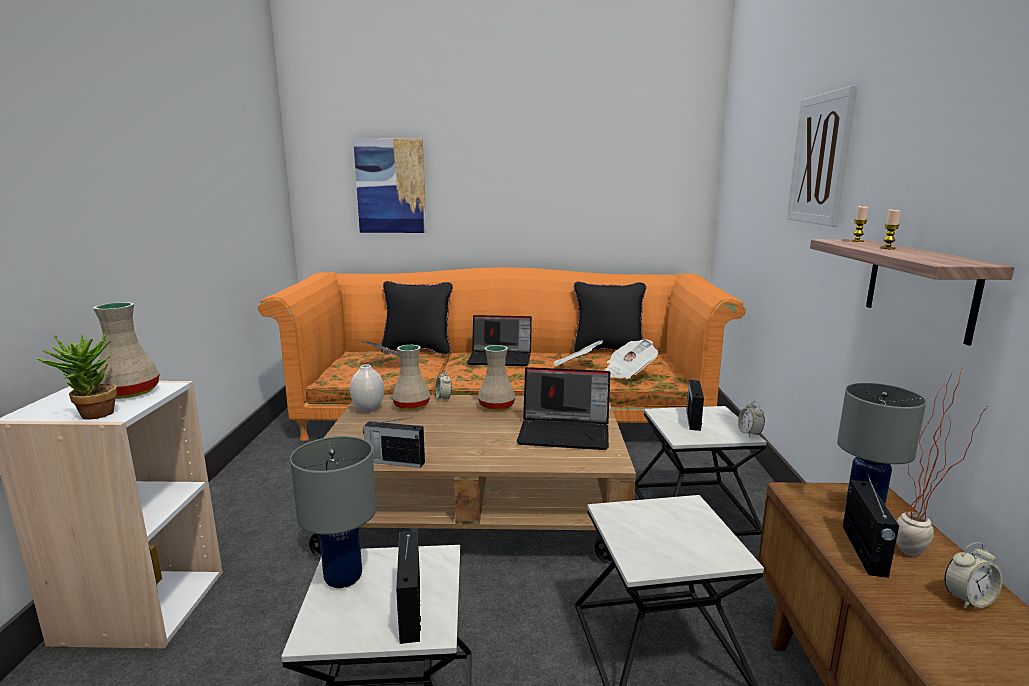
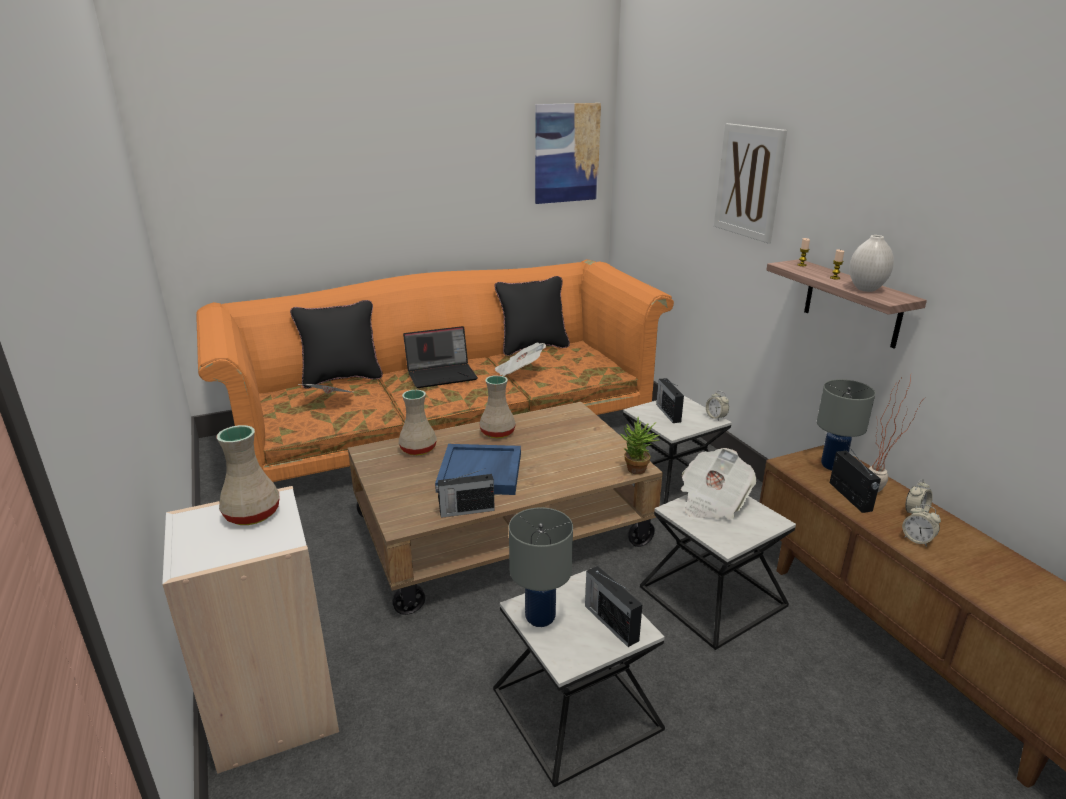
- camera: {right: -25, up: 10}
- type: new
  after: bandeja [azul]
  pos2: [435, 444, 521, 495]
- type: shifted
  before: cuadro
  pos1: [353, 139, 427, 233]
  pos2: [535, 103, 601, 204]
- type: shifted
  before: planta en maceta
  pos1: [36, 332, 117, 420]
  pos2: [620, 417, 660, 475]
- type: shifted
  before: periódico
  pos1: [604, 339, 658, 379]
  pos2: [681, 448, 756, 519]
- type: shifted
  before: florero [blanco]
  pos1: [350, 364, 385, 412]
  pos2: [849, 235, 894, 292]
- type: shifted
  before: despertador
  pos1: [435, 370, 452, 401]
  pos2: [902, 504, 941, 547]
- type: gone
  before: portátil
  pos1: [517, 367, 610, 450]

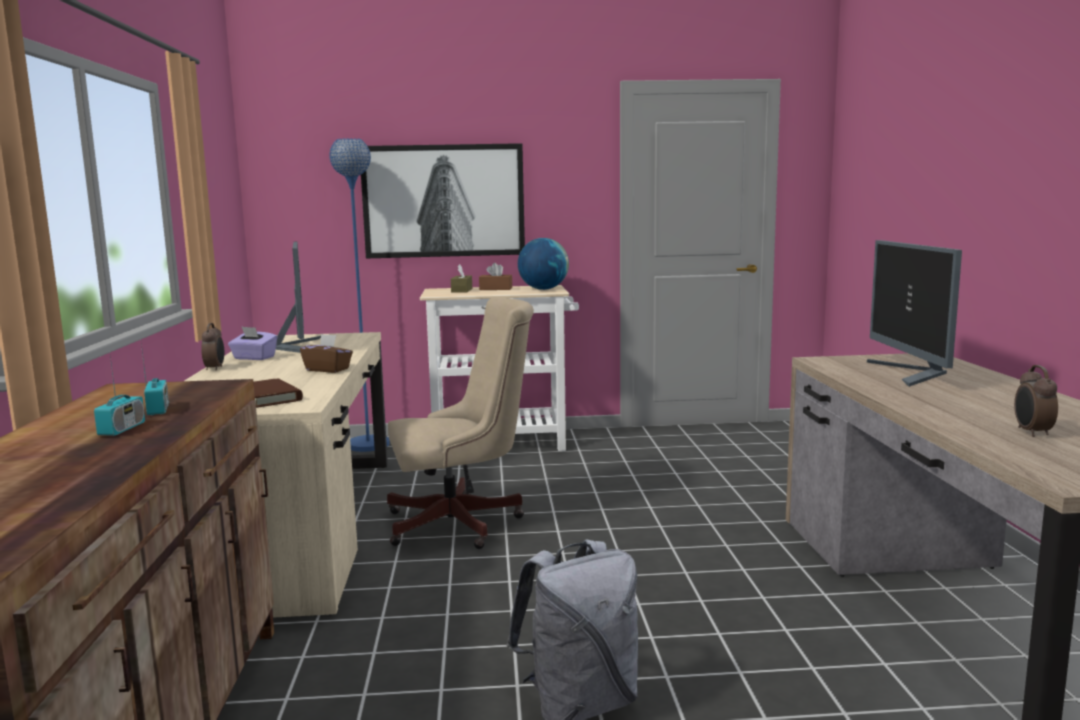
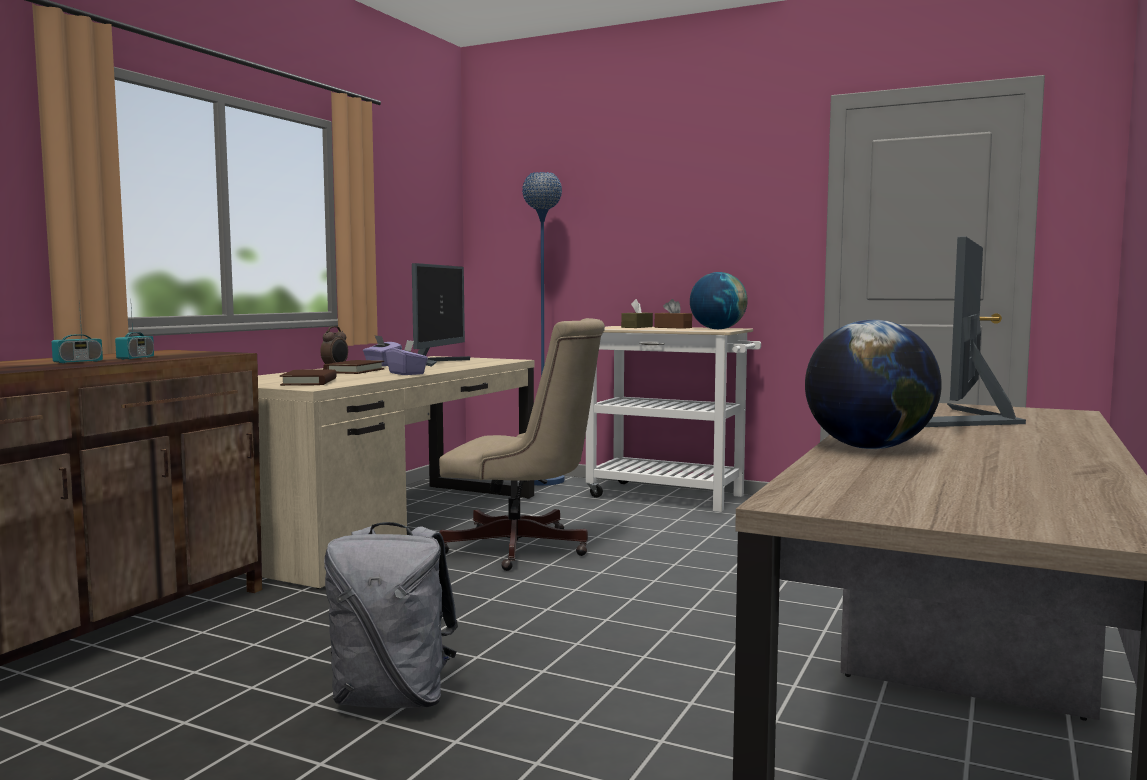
- camera: {right: 30, up: -5}
- type: new
  after: libro [marrón]
  pos2: [323, 360, 384, 374]
- type: repainted
  before: caja de pañuelos [marrón]
  after: caja de pañuelos [morado]
  pos1: [300, 334, 353, 373]
  pos2: [386, 340, 428, 375]
- type: new
  after: globo terráqueo
  pos2: [805, 320, 942, 449]
- type: gone
  before: cuadro
  pos1: [361, 143, 525, 258]
- type: gone
  before: despertador
  pos1: [1014, 365, 1058, 437]

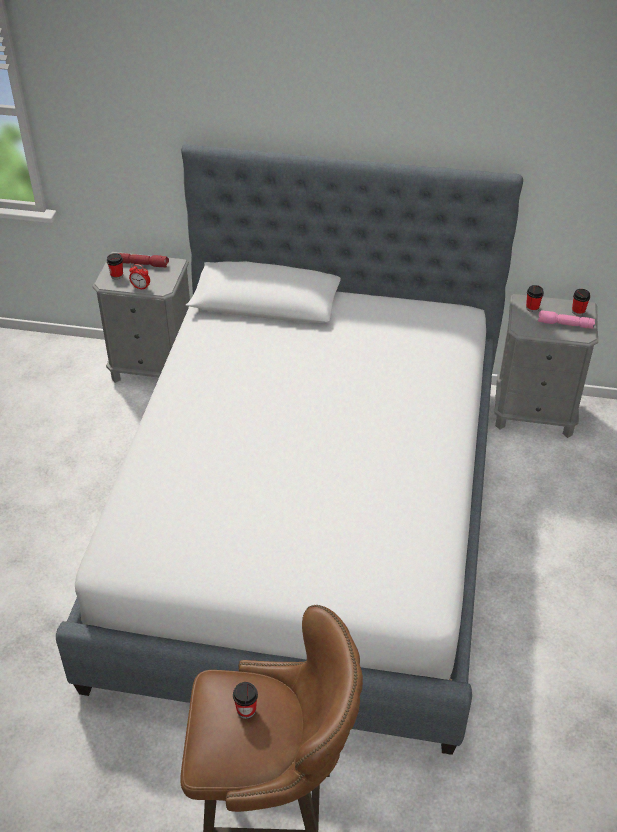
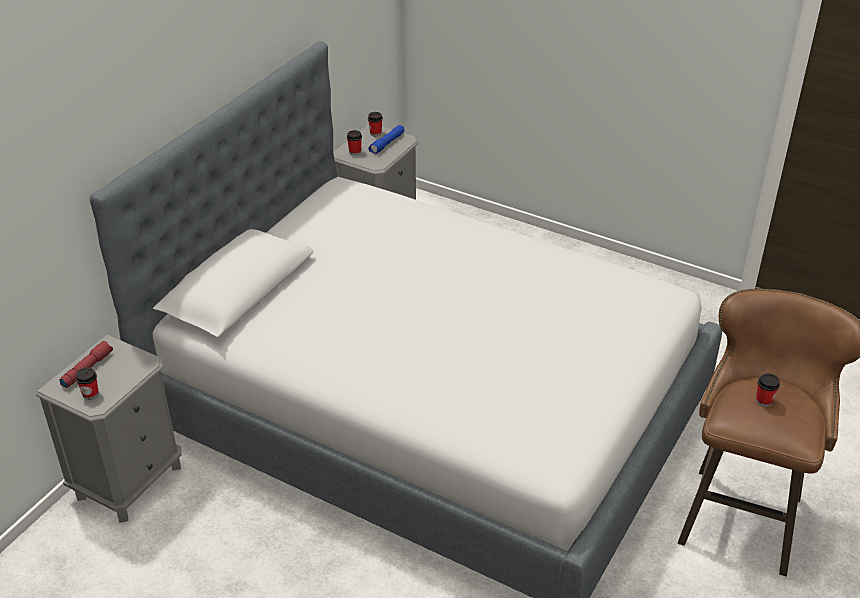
- camera: {right: -70, up: -5}
- type: repainted
  before: linterna [rosa]
  after: linterna [azul]
  pos1: [538, 310, 595, 329]
  pos2: [369, 125, 404, 154]
- type: gone
  before: despertador
  pos1: [129, 264, 150, 290]

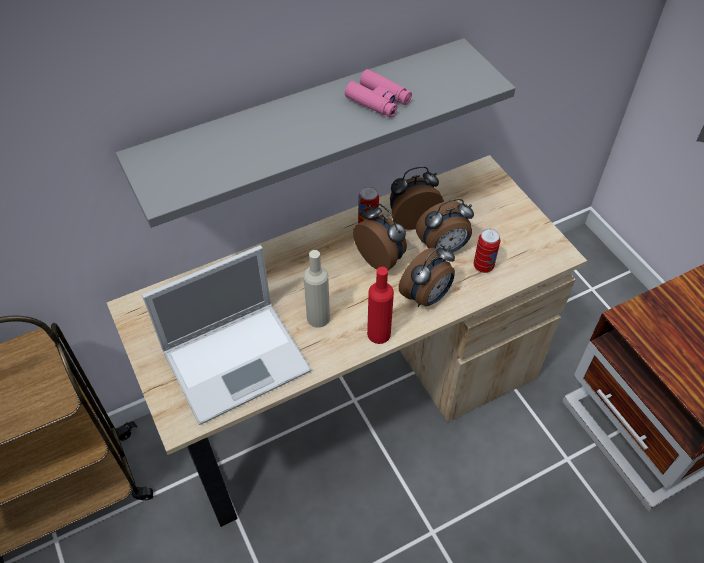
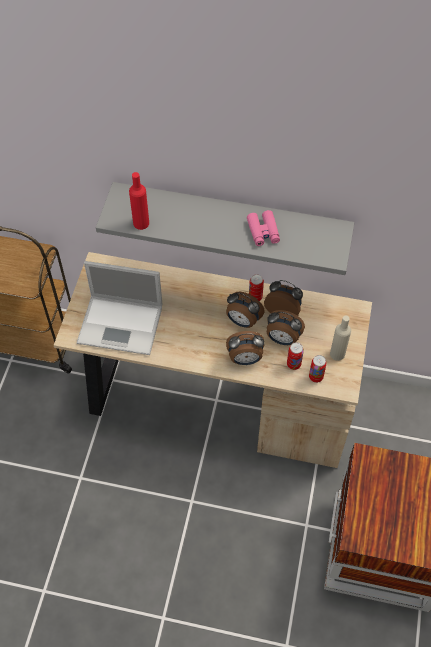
- camera: {right: 40, up: 5}
- type: shifted
  before: botella [rojo]
  pos1: [367, 267, 394, 344]
  pos2: [129, 172, 149, 230]
- type: rotated
  before: despertador
  pos1: [353, 204, 407, 270]
  pos2: [226, 292, 265, 328]
  turn: 120
- type: new
  after: lata
  pos2: [309, 355, 327, 383]
- type: shifted
  before: botella [beis]
  pos1: [303, 250, 330, 328]
  pos2: [330, 315, 351, 361]

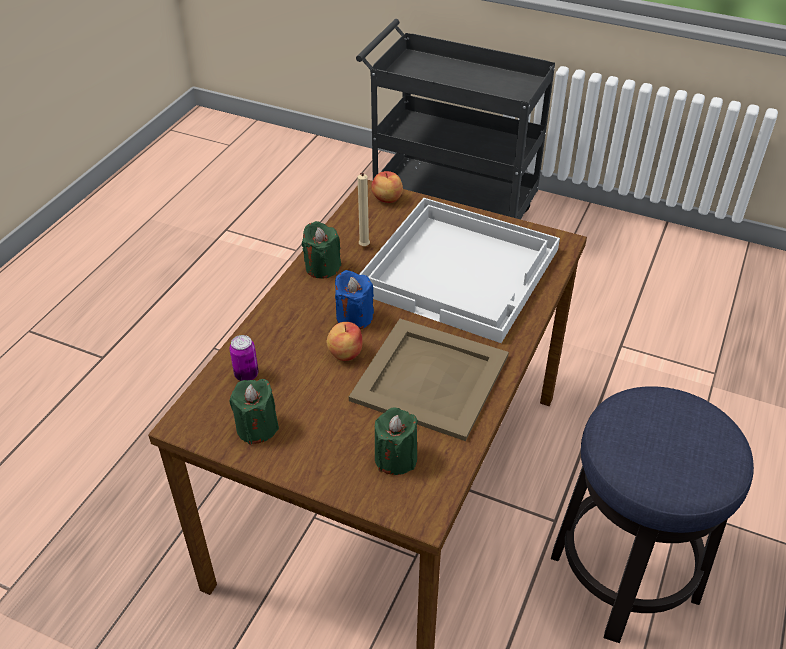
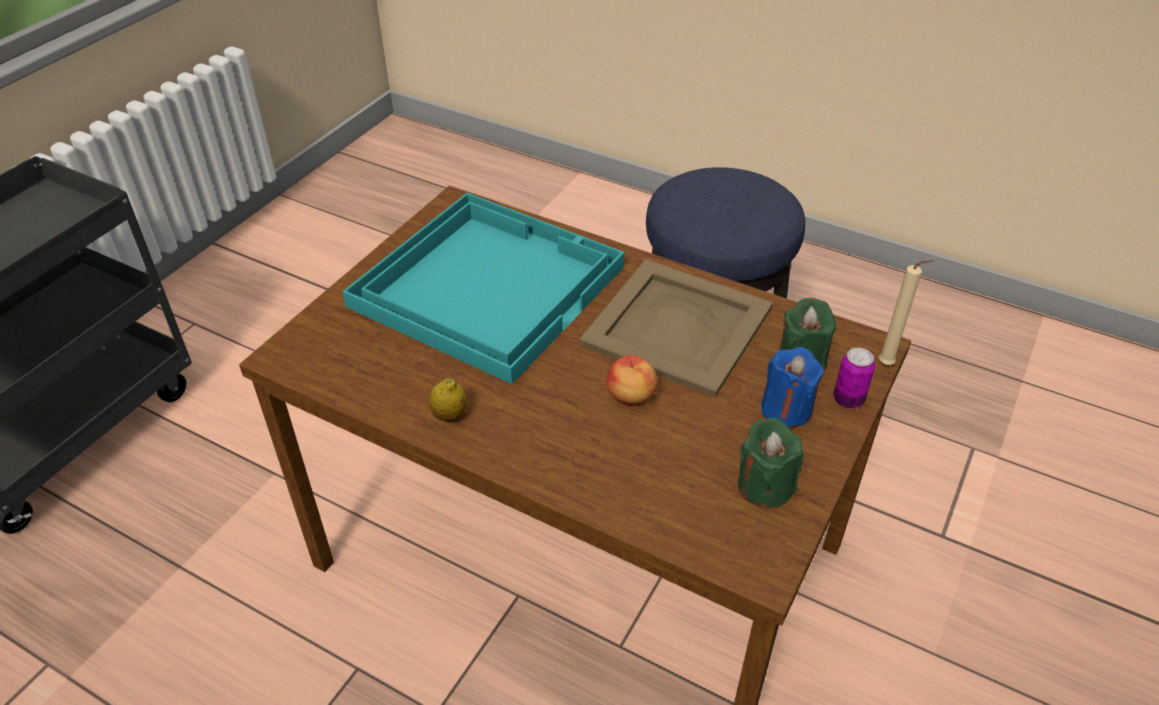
- camera: {right: -85, up: 0}
- type: repainted
  before: bandeja [blanco]
  after: bandeja [turquesa]
  pos1: [359, 198, 560, 343]
  pos2: [343, 193, 624, 384]
- type: swapped
  before: vela [verde]
  after: limón
  pos1: [302, 221, 341, 279]
  pos2: [429, 378, 467, 421]
- type: shifted
  before: vela [azul]
  pos1: [335, 270, 374, 329]
  pos2: [761, 347, 824, 427]
- type: shifted
  before: lata
  pos1: [229, 335, 258, 381]
  pos2: [834, 348, 875, 408]
- type: shifted
  before: vela [beis]
  pos1: [358, 173, 370, 247]
  pos2: [879, 260, 935, 365]
- type: gone
  before: manzana
  pos1: [371, 171, 403, 203]

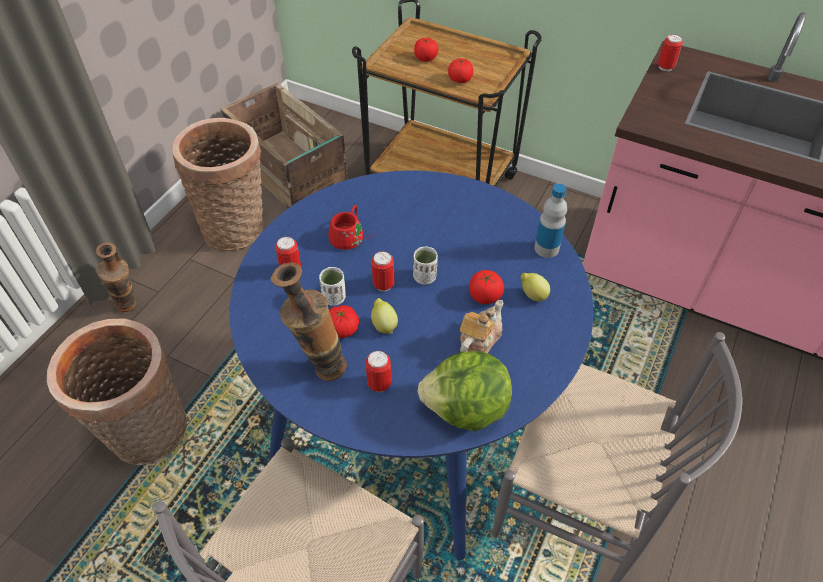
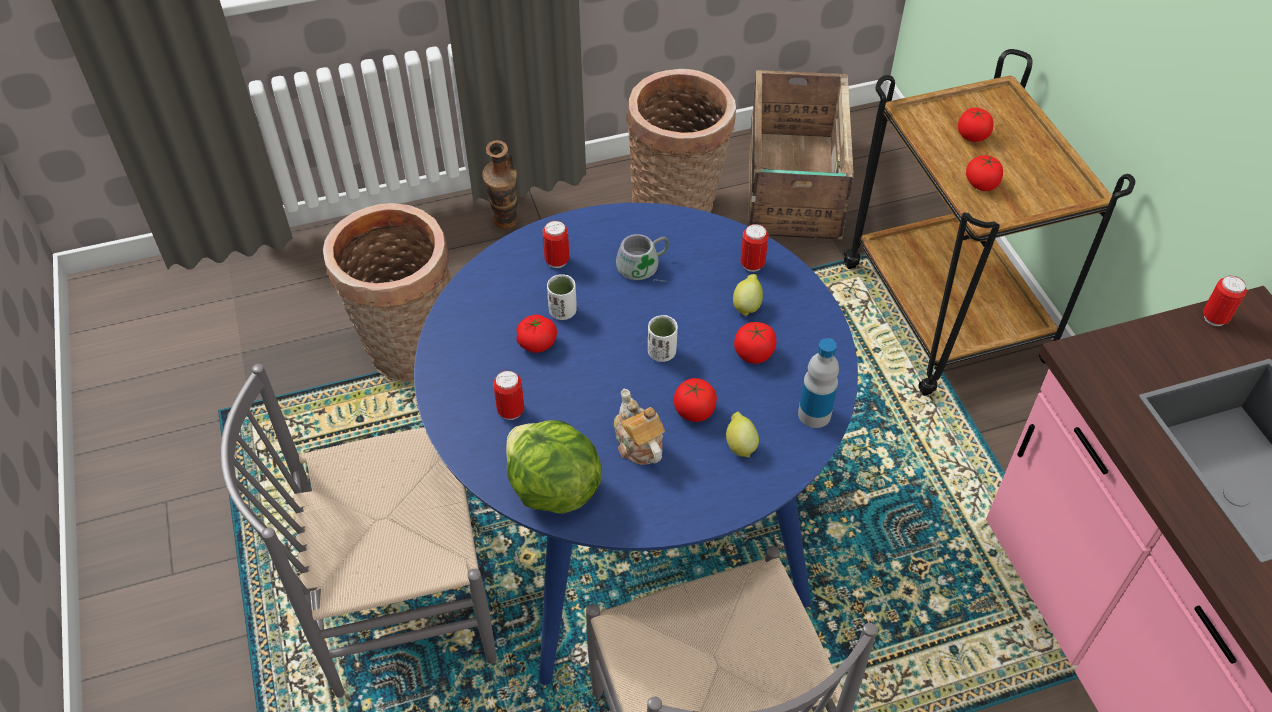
- camera: {right: 45, up: 0}
- type: rotated
  before: tetera
  pos1: [460, 300, 503, 353]
  pos2: [614, 389, 665, 465]
  turn: -105
- type: repainted
  before: taza grande [rojo]
  after: taza grande [gris]
  pos1: [328, 205, 373, 250]
  pos2: [616, 234, 669, 282]
- type: shifted
  before: limón
  pos1: [371, 298, 398, 334]
  pos2: [733, 274, 763, 317]
- type: new
  after: tomate
  pos2: [734, 322, 776, 364]
- type: shifted
  before: lata
  pos1: [371, 251, 394, 291]
  pos2: [740, 224, 769, 272]
- type: gone
  before: florero
  pos1: [270, 262, 347, 381]

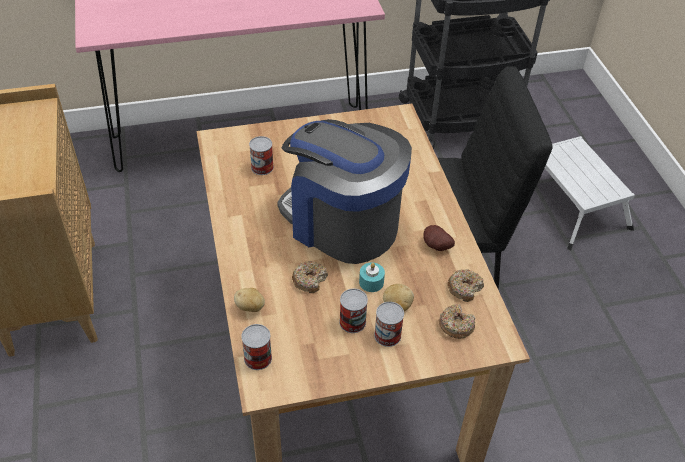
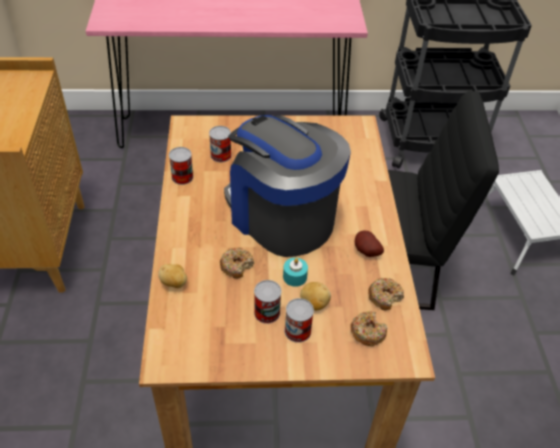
- camera: {right: 10, up: 0}
- type: shifted
  before: lata
  pos1: [241, 324, 272, 370]
  pos2: [169, 147, 194, 185]

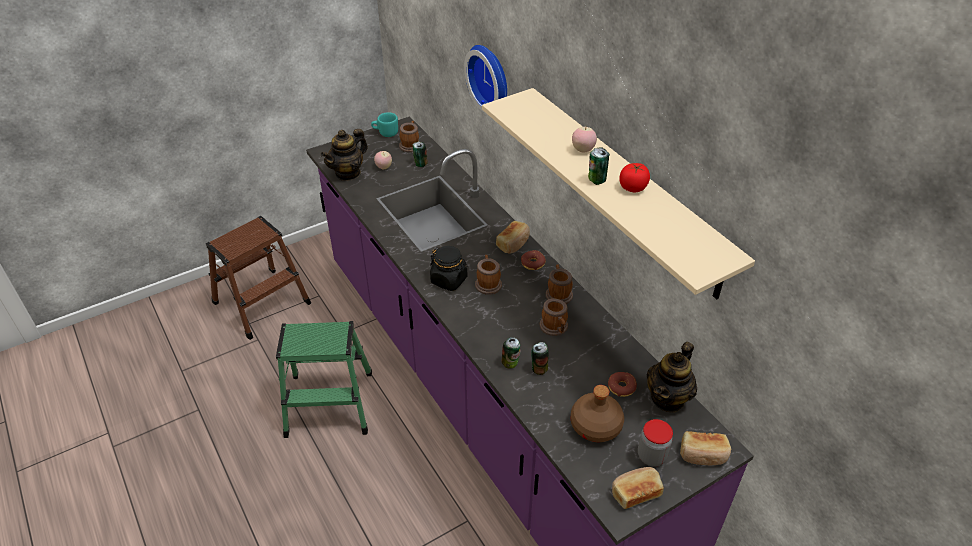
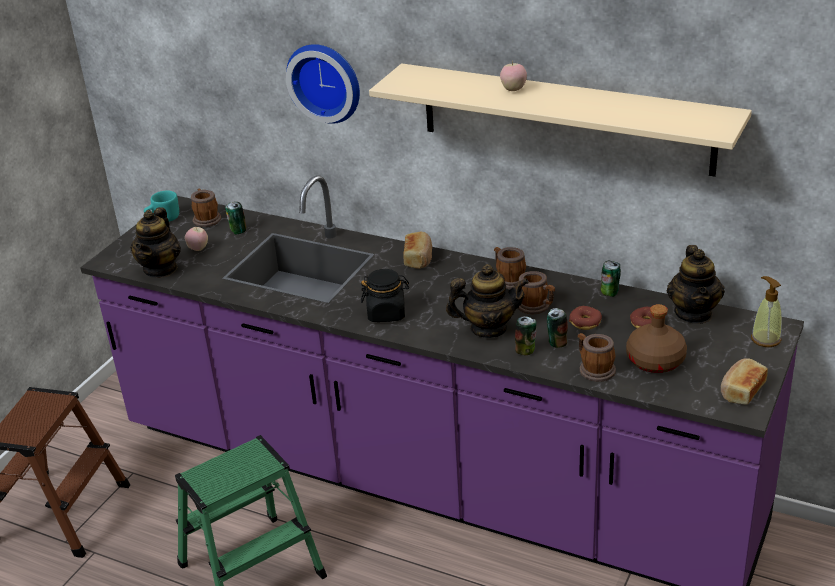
- camera: {right: -30, up: -10}
- type: new
  after: tetera
  pos2: [446, 264, 529, 338]
- type: shifted
  before: rosquilla
  pos1: [521, 250, 546, 270]
  pos2: [569, 306, 602, 330]
- type: shifted
  before: taza grande
  pos1: [475, 255, 502, 294]
  pos2: [578, 333, 616, 382]
- type: shifted
  before: lata
  pos1: [588, 147, 610, 185]
  pos2: [601, 260, 621, 297]
- type: swapped
  before: pan
  after: dispensador de jabón
  pos1: [680, 431, 731, 465]
  pos2: [751, 276, 782, 347]
- type: gone
  before: tomate
  pos1: [619, 163, 650, 192]
- type: gone
  before: tarro
  pos1: [638, 419, 673, 466]

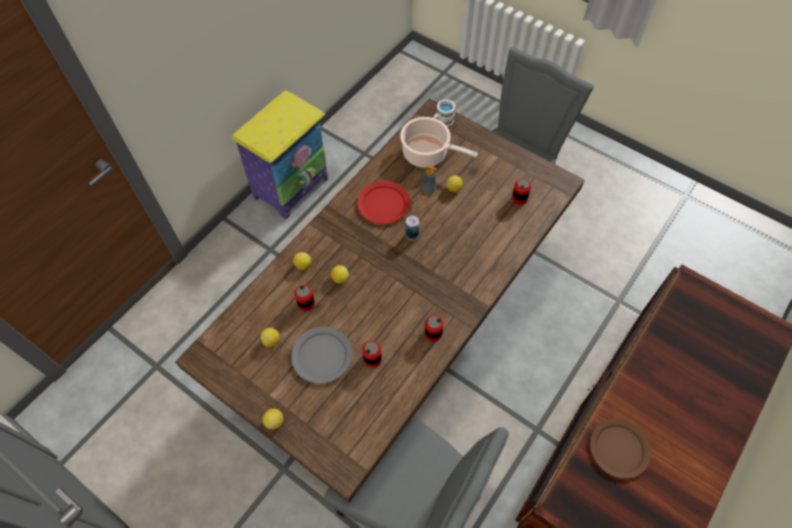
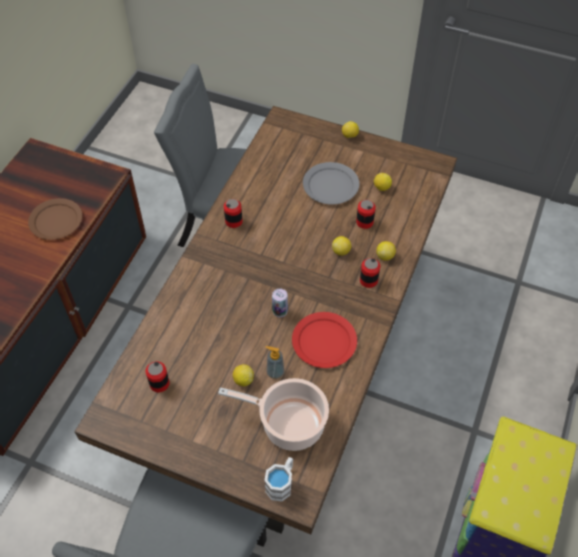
- camera: {right: 165, up: -5}
- type: shifted
  before: lata
  pos1: [362, 341, 382, 368]
  pos2: [360, 258, 380, 288]

